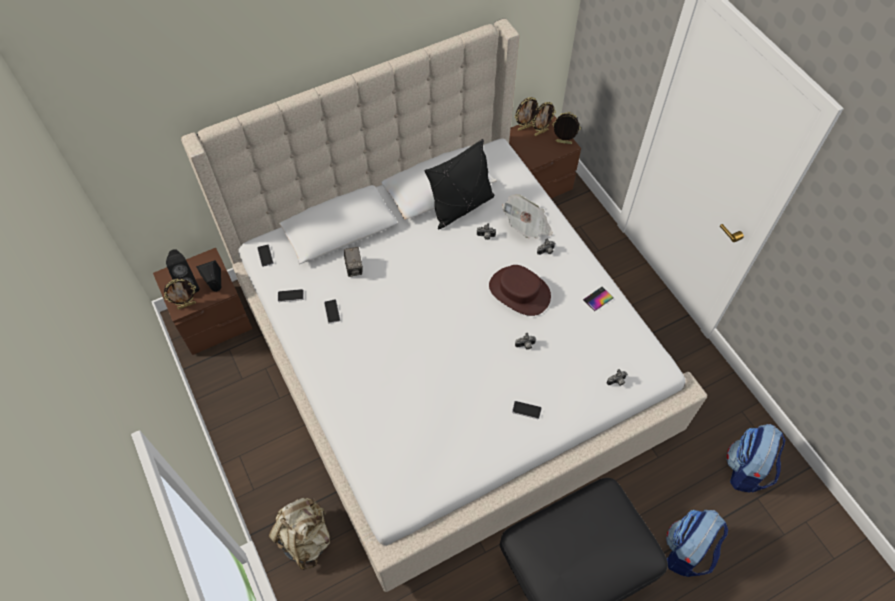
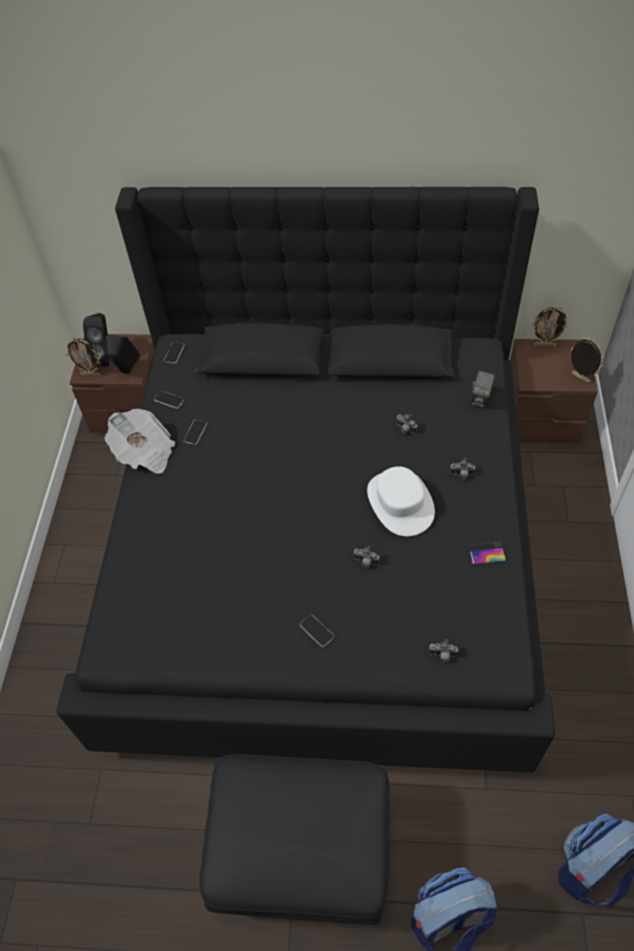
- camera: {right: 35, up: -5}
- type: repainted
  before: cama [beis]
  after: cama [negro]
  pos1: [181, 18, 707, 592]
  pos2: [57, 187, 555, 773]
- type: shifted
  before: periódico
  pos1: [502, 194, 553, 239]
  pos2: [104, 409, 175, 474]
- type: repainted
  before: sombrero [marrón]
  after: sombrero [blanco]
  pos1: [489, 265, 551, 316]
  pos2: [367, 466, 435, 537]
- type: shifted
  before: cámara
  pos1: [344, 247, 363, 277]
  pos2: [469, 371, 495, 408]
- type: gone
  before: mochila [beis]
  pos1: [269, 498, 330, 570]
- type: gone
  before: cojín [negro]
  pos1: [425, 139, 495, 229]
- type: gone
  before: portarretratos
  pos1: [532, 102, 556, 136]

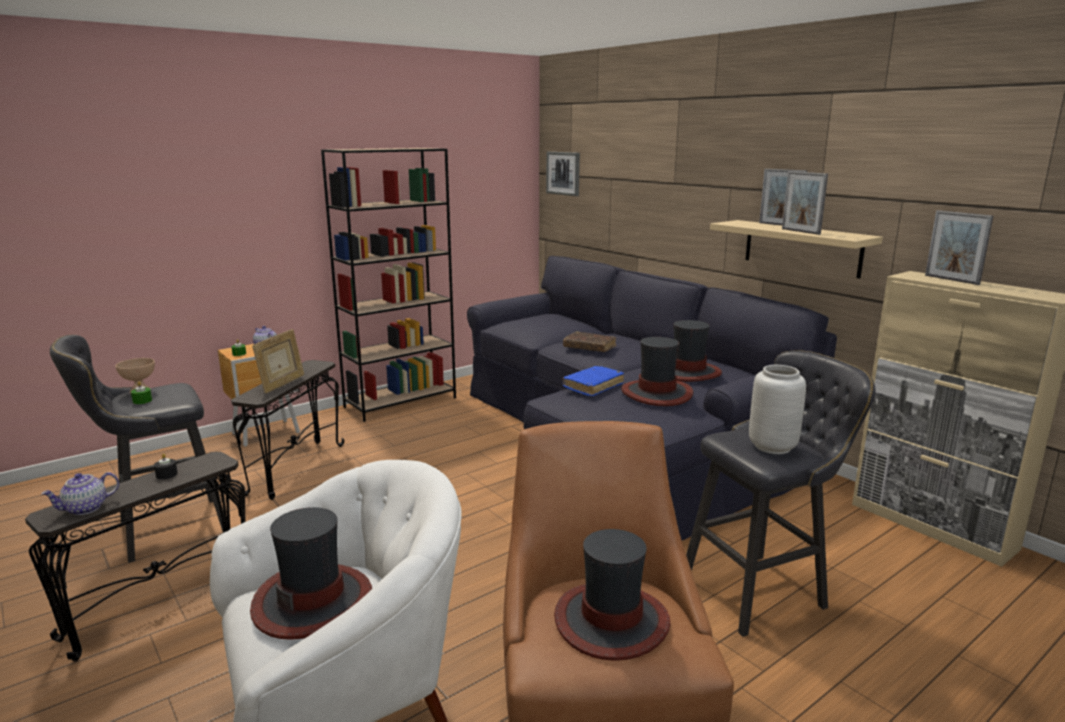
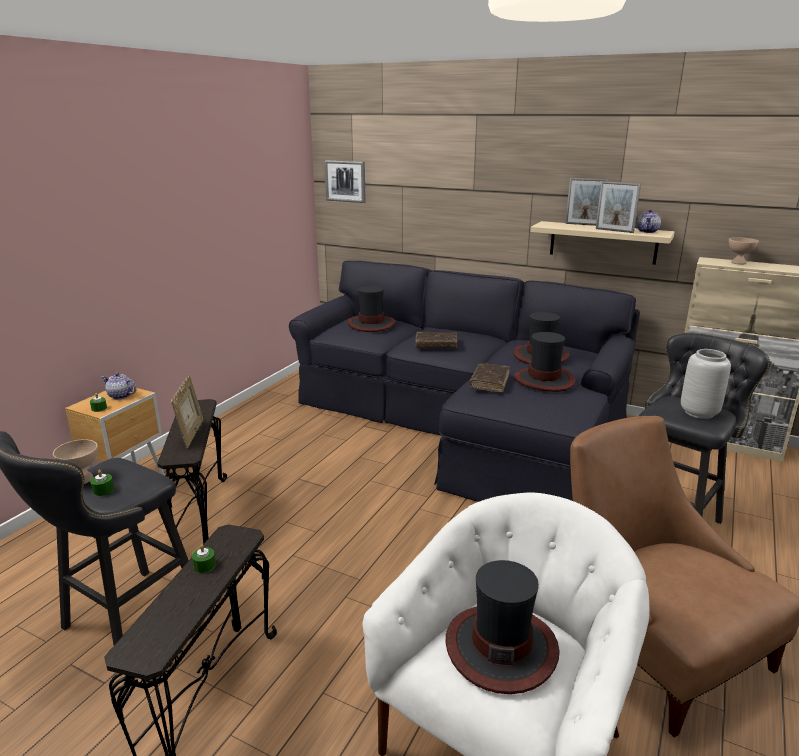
- camera: {right: -25, up: 5}
- type: repainted
  before: vela [negro]
  after: vela [verde]
  pos1: [154, 453, 178, 479]
  pos2: [192, 545, 216, 573]
- type: shifted
  before: sombrero
  pos1: [554, 529, 670, 661]
  pos2: [347, 286, 396, 332]
- type: repainted
  before: libro [azul]
  after: libro [marrón]
  pos1: [562, 366, 624, 397]
  pos2: [469, 364, 510, 393]
- type: shifted
  before: tetera
  pos1: [41, 472, 119, 515]
  pos2: [637, 209, 661, 233]
- type: swapped
  before: portarretratos
  after: cuenco [beis]
  pos1: [925, 210, 993, 285]
  pos2: [729, 237, 759, 265]
- type: gone
  before: estantería [beis]
  pos1: [321, 148, 456, 422]

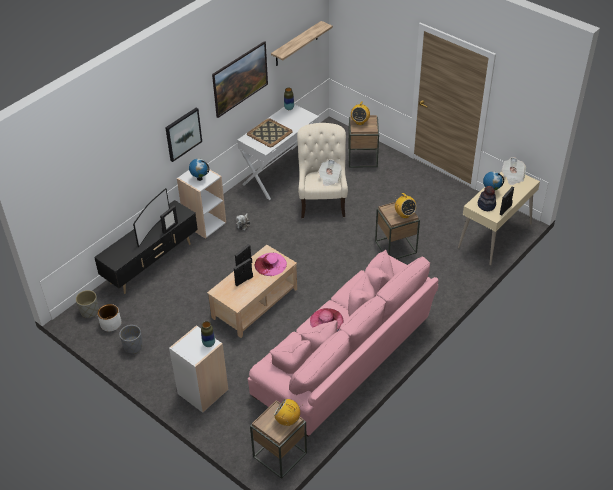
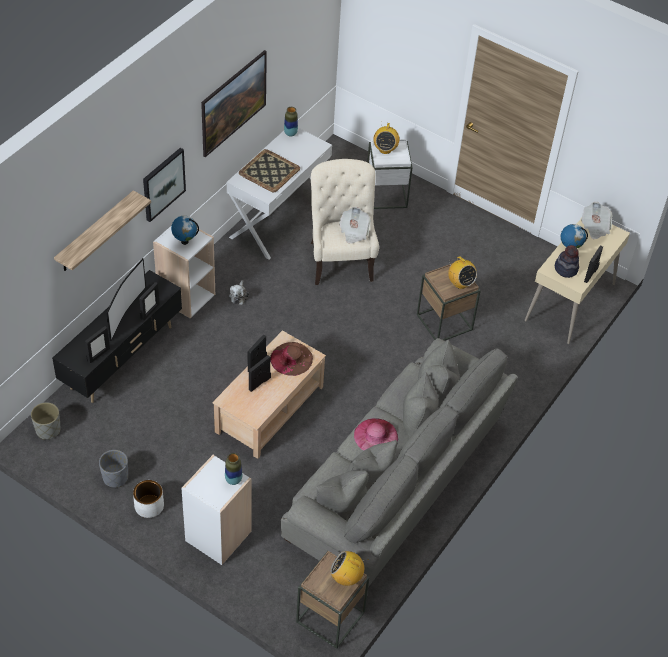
- camera: {right: -10, up: 5}
- type: shifted
  before: estante
  pos1: [271, 21, 333, 66]
  pos2: [54, 190, 151, 271]
- type: new
  after: portarretratos
  pos2: [85, 326, 110, 364]
- type: shifted
  before: maceta [blanco]
  pos1: [97, 304, 121, 331]
  pos2: [133, 480, 164, 518]
- type: repainted
  before: sombrero [rosa]
  after: sombrero [marrón]
  pos1: [255, 253, 287, 276]
  pos2: [270, 342, 313, 376]
- type: repainted
  before: sofá [rosa]
  after: sofá [gris]
  pos1: [248, 250, 439, 437]
  pos2: [281, 338, 518, 589]
- type: repainted
  before: mesa auxiliar [marrón]
  after: mesa auxiliar [blanco]
  pos1: [348, 115, 379, 167]
  pos2: [367, 139, 413, 209]

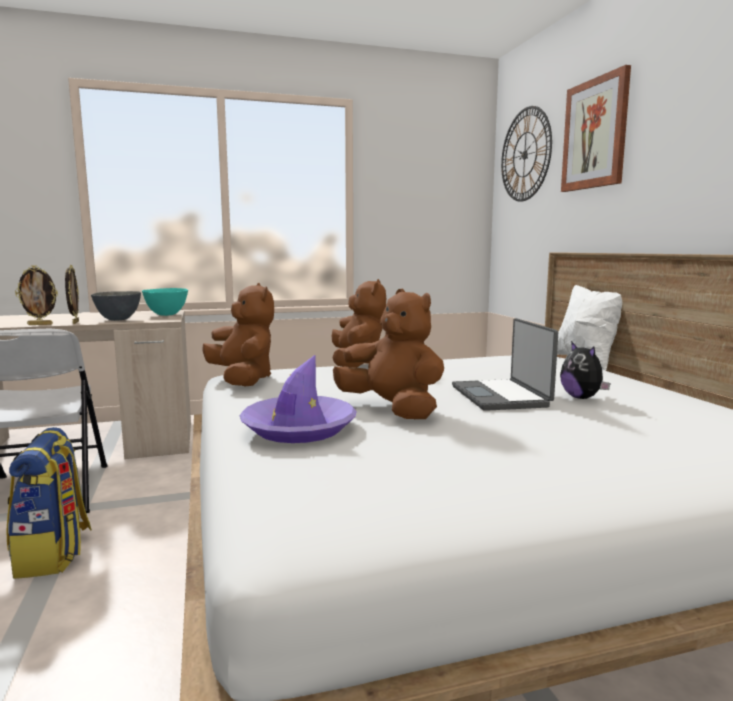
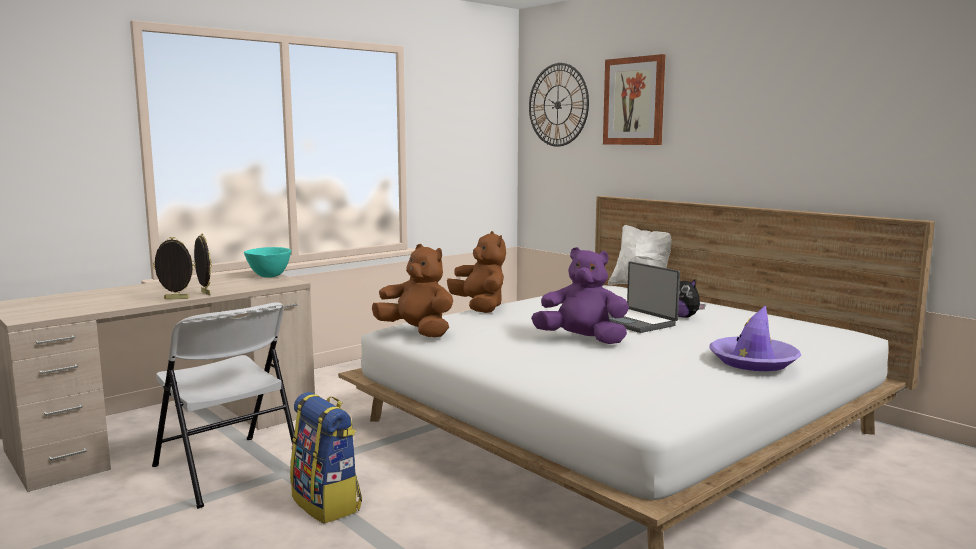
- camera: {right: -25, up: 0}
- type: rotated
  before: portarretratos
  pos1: [15, 265, 58, 325]
  pos2: [153, 237, 196, 299]
  turn: -150
- type: repainted
  before: peluche [marrón]
  after: peluche [morado]
  pos1: [333, 288, 444, 419]
  pos2: [531, 247, 629, 344]
- type: shifted
  before: sombrero [morado]
  pos1: [239, 354, 357, 443]
  pos2: [709, 305, 801, 371]
- type: gone
  before: cuenco [gris]
  pos1: [91, 291, 141, 321]

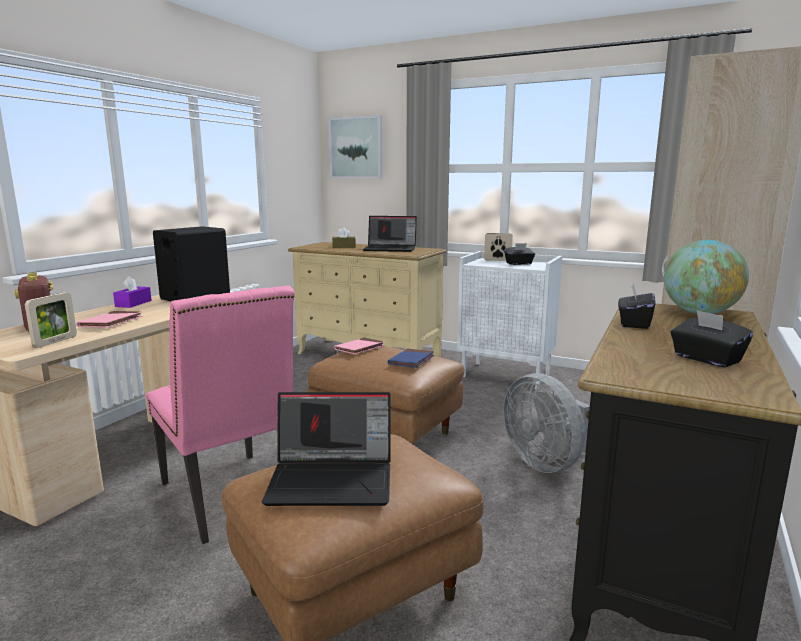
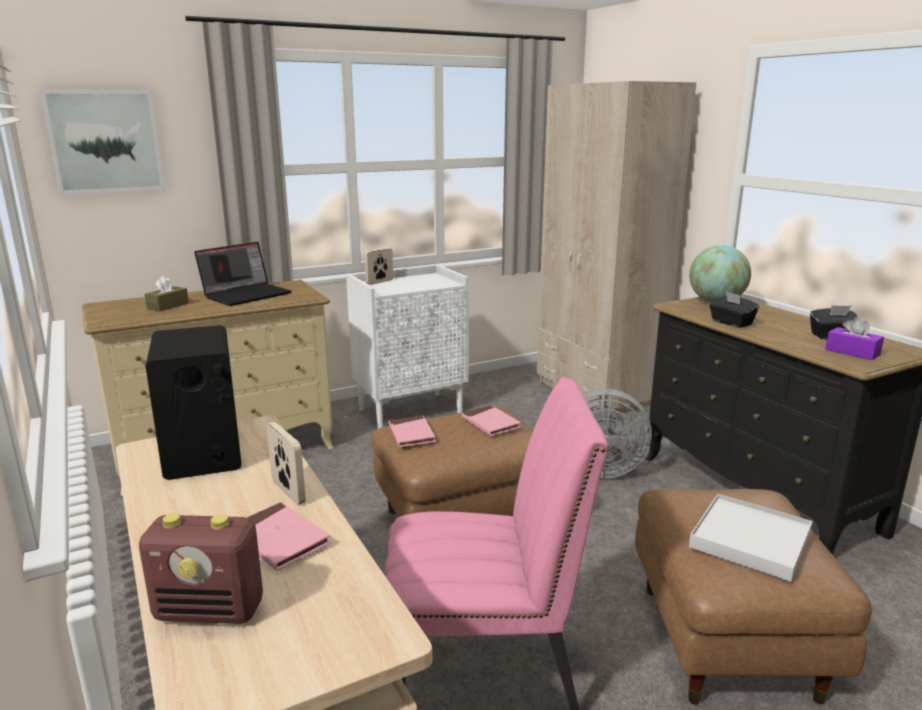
- camera: {right: -55, up: 5}
- type: shifted
  before: portarretratos
  pos1: [25, 292, 77, 348]
  pos2: [267, 422, 306, 505]
- type: repainted
  before: libro [azul]
  after: libro [rosa]
  pos1: [388, 349, 434, 368]
  pos2: [462, 405, 520, 436]
- type: swapped
  before: portátil
  after: bandeja [blanco]
  pos1: [262, 392, 391, 506]
  pos2: [689, 494, 813, 582]
- type: shifted
  before: caja de pañuelos [morado]
  pos1: [113, 276, 152, 308]
  pos2: [826, 316, 884, 360]
- type: gone
  before: caja de pañuelos [negro]
  pos1: [504, 243, 535, 265]

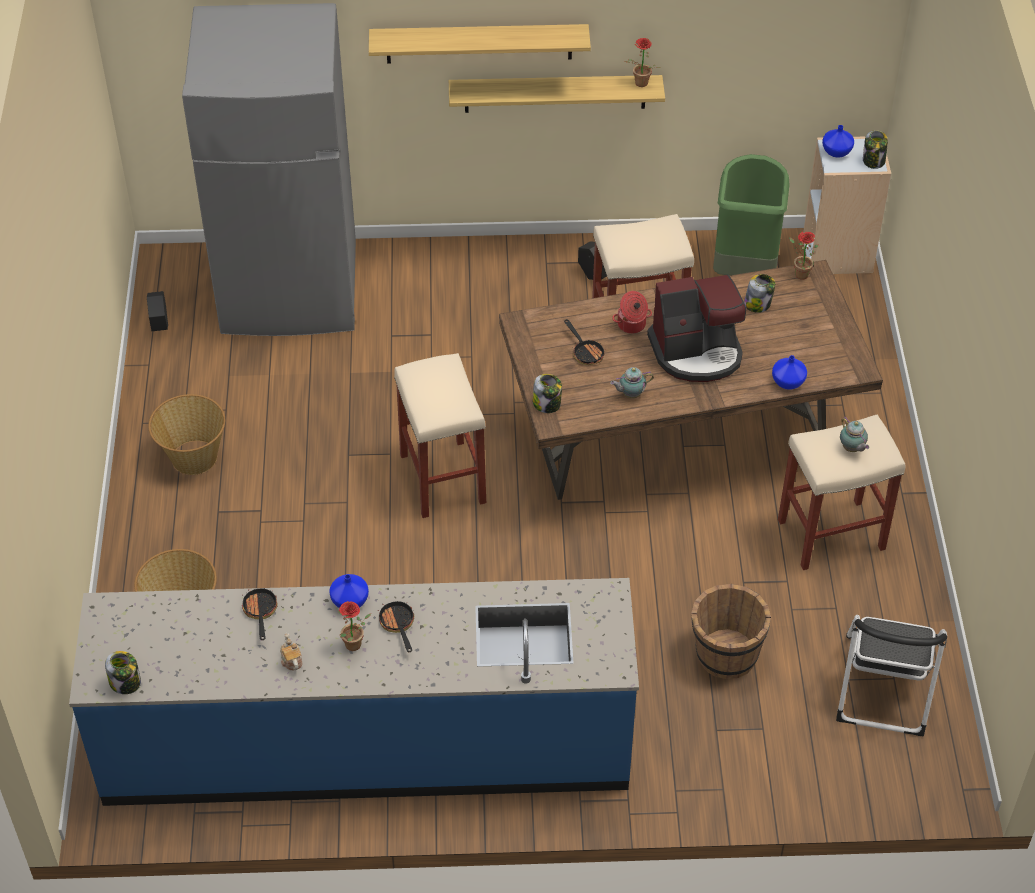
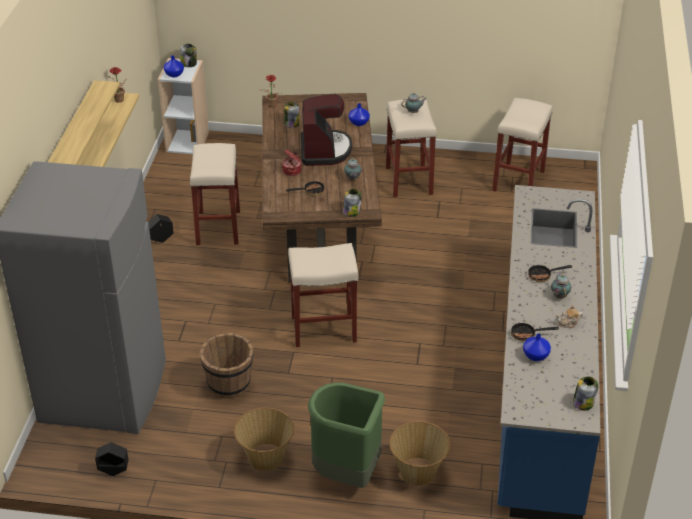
- camera: {right: -80, up: -10}
- type: shifted
  before: cubo [marrón]
  pos1: [691, 584, 771, 679]
  pos2: [199, 333, 254, 399]
- type: shifted
  before: papelera [verde]
  pos1: [713, 154, 789, 276]
  pos2: [308, 383, 385, 488]
- type: swapped
  before: escalera de tijera
  after: taburete [beis]
  pos1: [836, 615, 947, 736]
  pos2: [492, 98, 553, 192]
- type: shifted
  before: florero [azul]
  pos1: [329, 574, 369, 608]
  pos2: [523, 333, 551, 361]
- type: swapped
  before: planta en maceta
  after: tetera
  pos1: [338, 601, 371, 651]
  pos2: [551, 272, 571, 298]

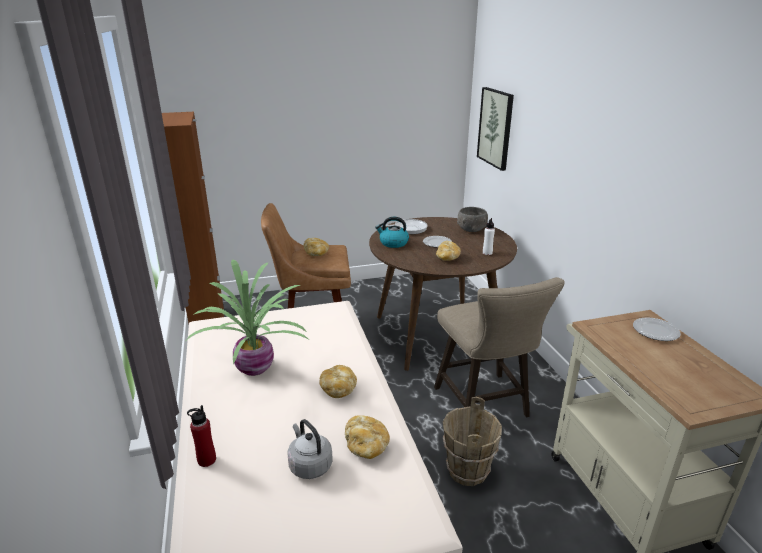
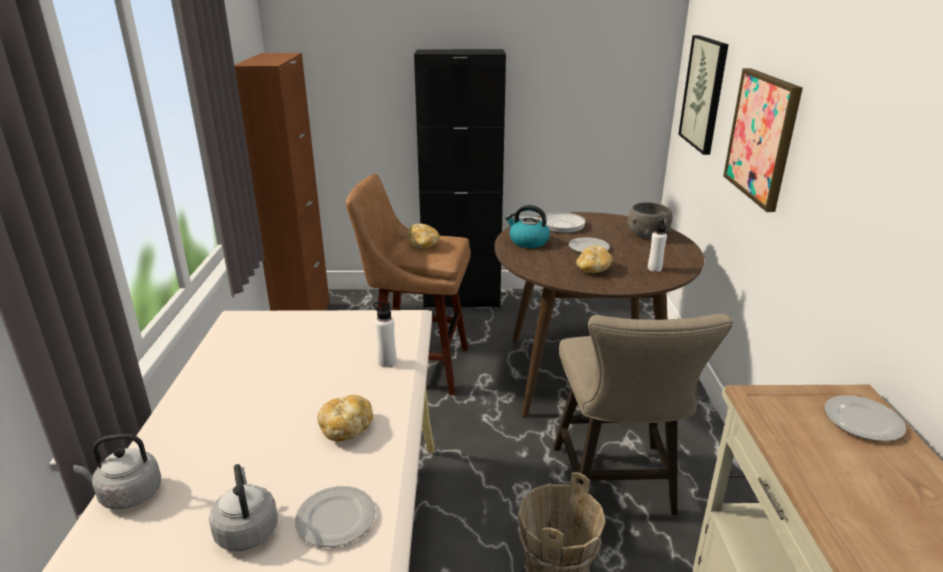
- camera: {right: 15, up: 0}
- type: swapped
  before: botella [rojo]
  after: hervidor [gris]
  pos1: [187, 405, 216, 467]
  pos2: [73, 434, 161, 510]
- type: swapped
  before: pan
  after: plato
  pos1: [345, 415, 390, 459]
  pos2: [295, 486, 376, 547]
- type: new
  after: botella [blanco]
  pos2: [373, 302, 397, 367]
- type: new
  after: armario [negro]
  pos2: [414, 49, 506, 308]
- type: new
  after: cuadro
  pos2: [723, 68, 803, 212]
- type: gone
  before: planta en maceta
  pos1: [186, 259, 308, 376]

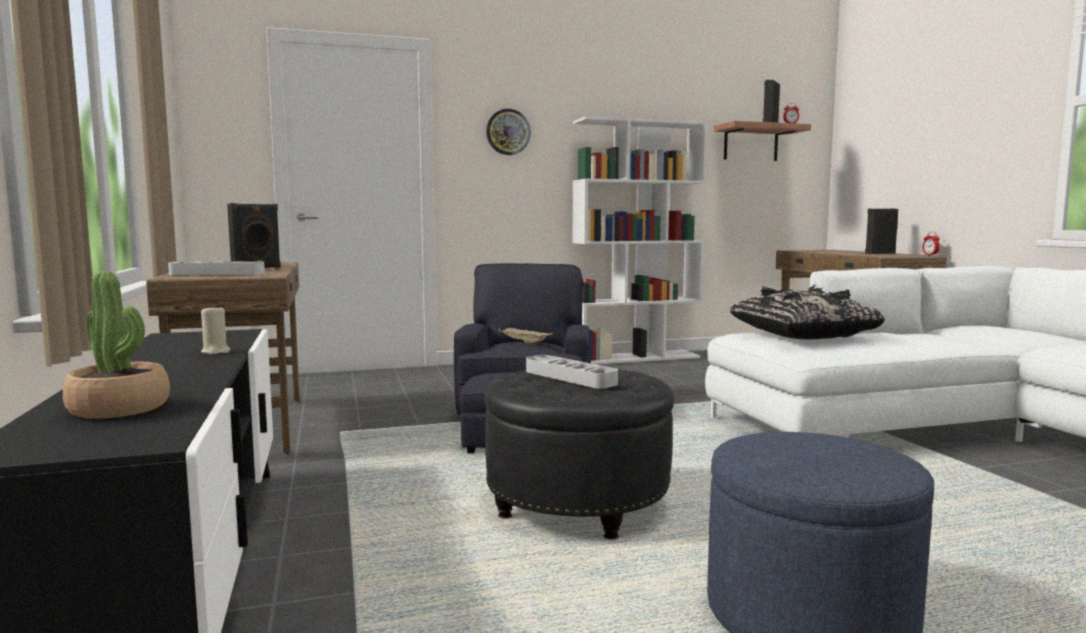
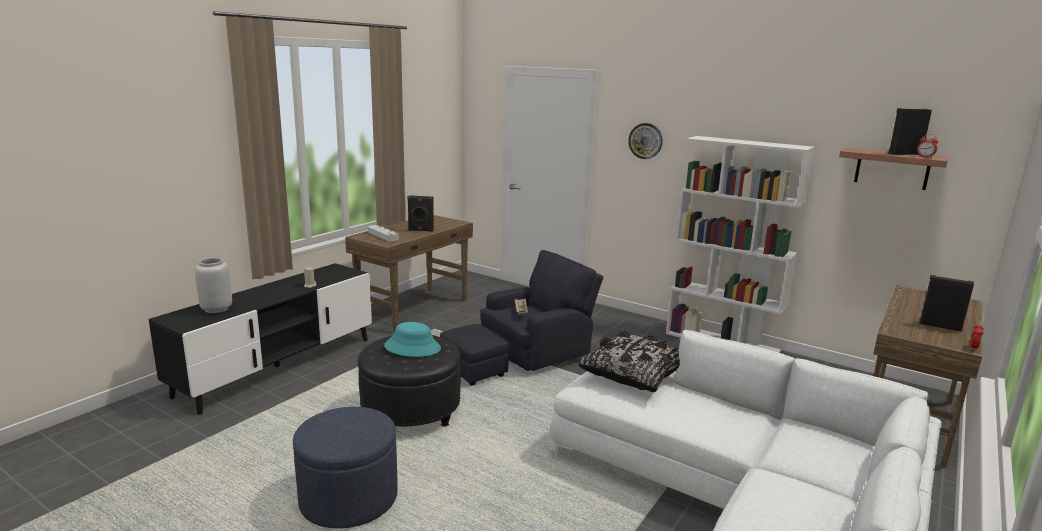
- camera: {right: 50, up: 10}
- type: swapped
  before: planta en maceta
  after: florero [gris]
  pos1: [63, 272, 170, 419]
  pos2: [195, 258, 232, 313]
- type: swapped
  before: bandeja [gris]
  after: sombrero [turquesa]
  pos1: [526, 355, 618, 389]
  pos2: [384, 322, 441, 357]

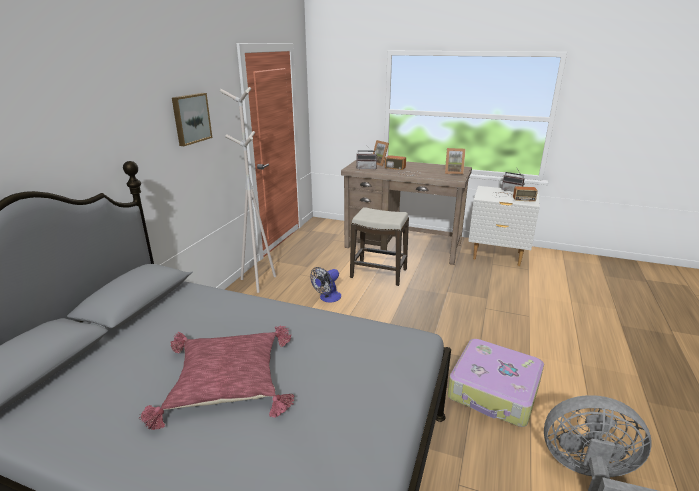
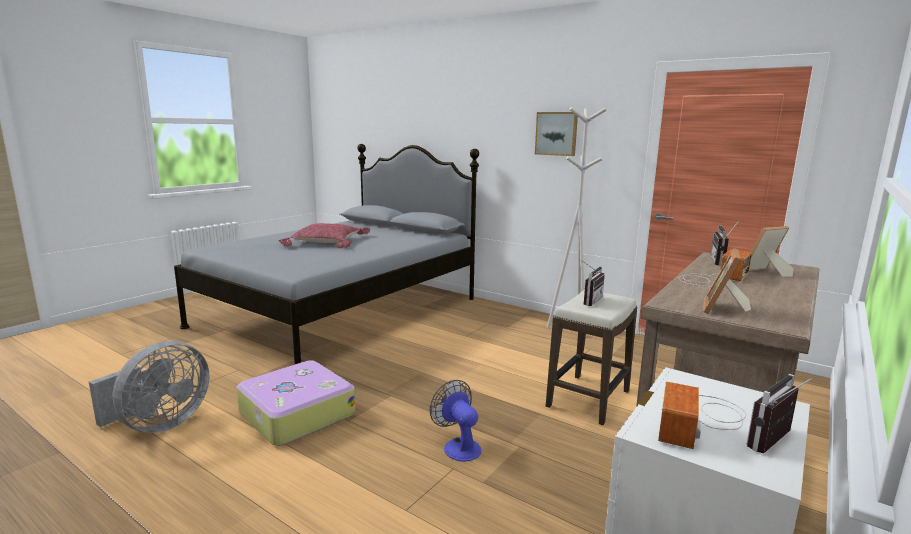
- camera: {right: 105, up: -10}
- type: shifted
  before: ventilador
  pos1: [310, 267, 341, 303]
  pos2: [430, 380, 481, 462]
- type: new
  after: radio
  pos2: [581, 260, 605, 306]

